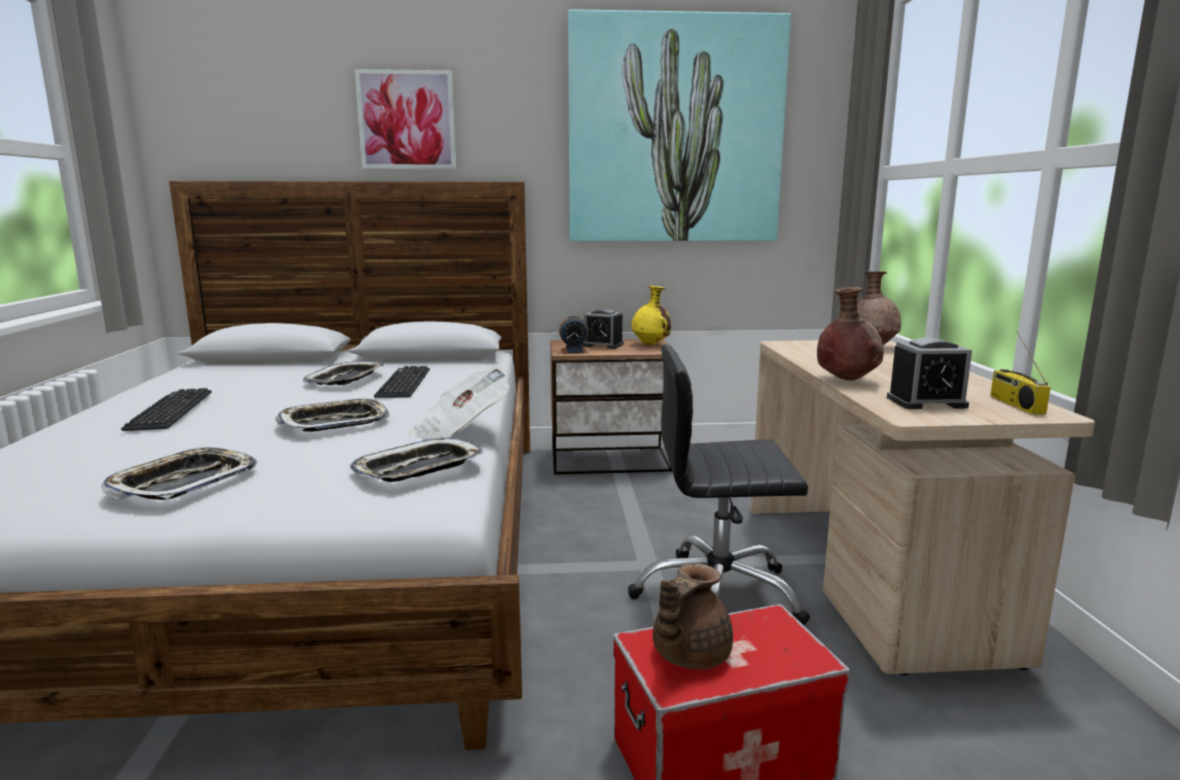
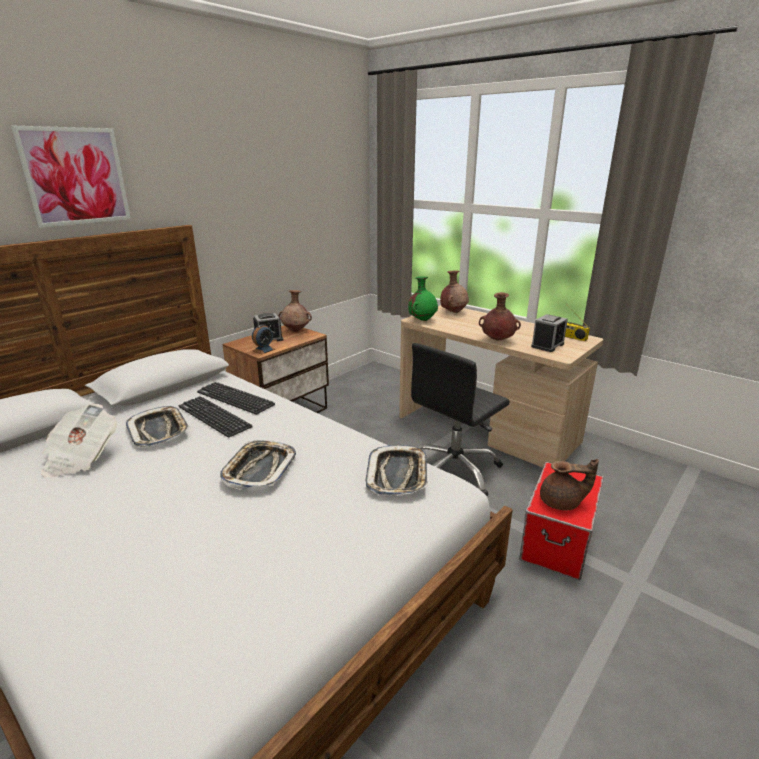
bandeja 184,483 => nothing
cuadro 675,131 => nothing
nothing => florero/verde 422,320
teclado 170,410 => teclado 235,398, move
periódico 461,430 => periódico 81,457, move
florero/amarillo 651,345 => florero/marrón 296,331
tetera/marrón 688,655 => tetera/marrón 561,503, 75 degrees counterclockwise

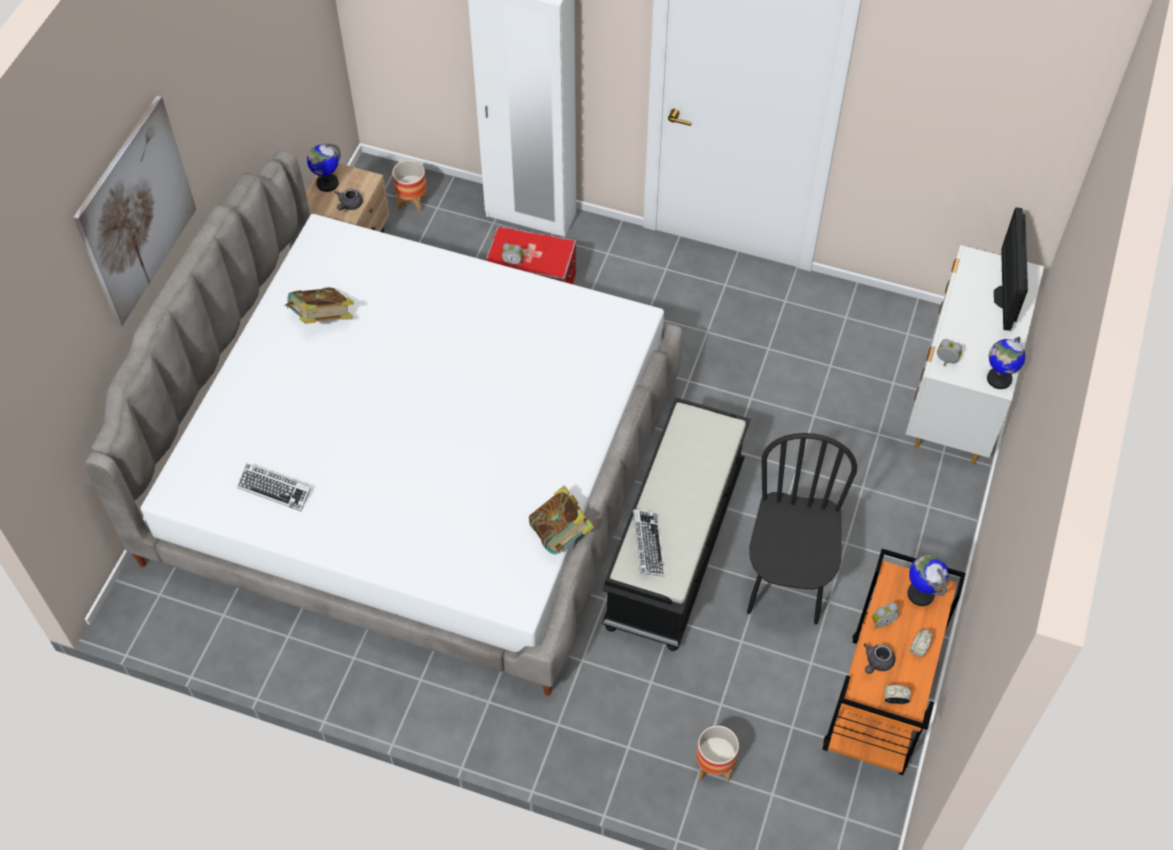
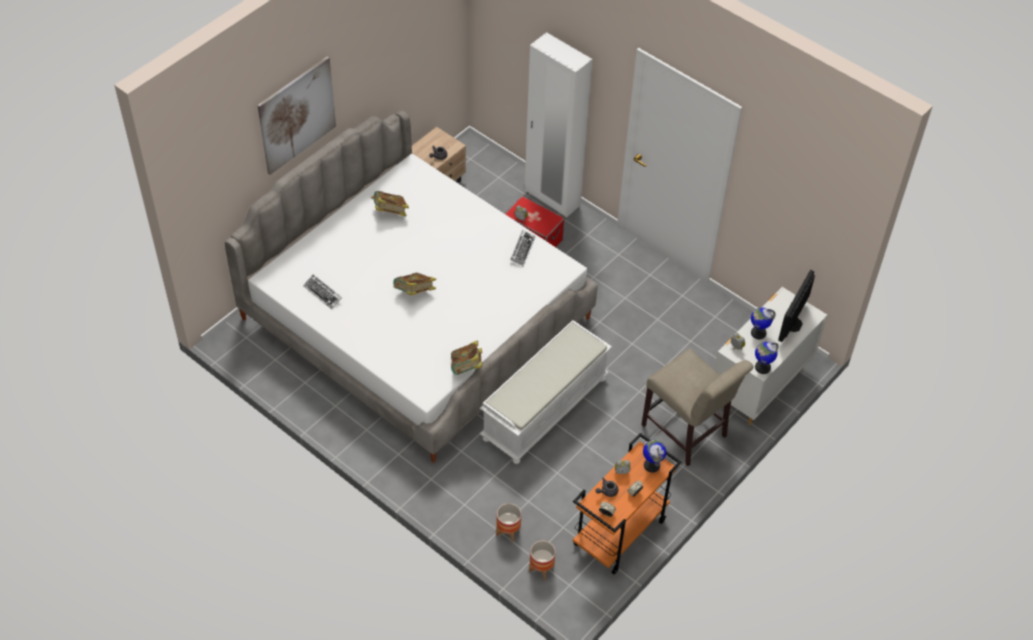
silla/negro 786,585 => nothing
nothing => libro 414,293
nothing => silla/beis 687,434
globo terráqueo 327,183 => globo terráqueo 758,333, move
maceta 412,202 => maceta 541,568, move
teclado 647,545 => teclado 522,250, move
banco/negro 673,544 => banco/blanco 544,408

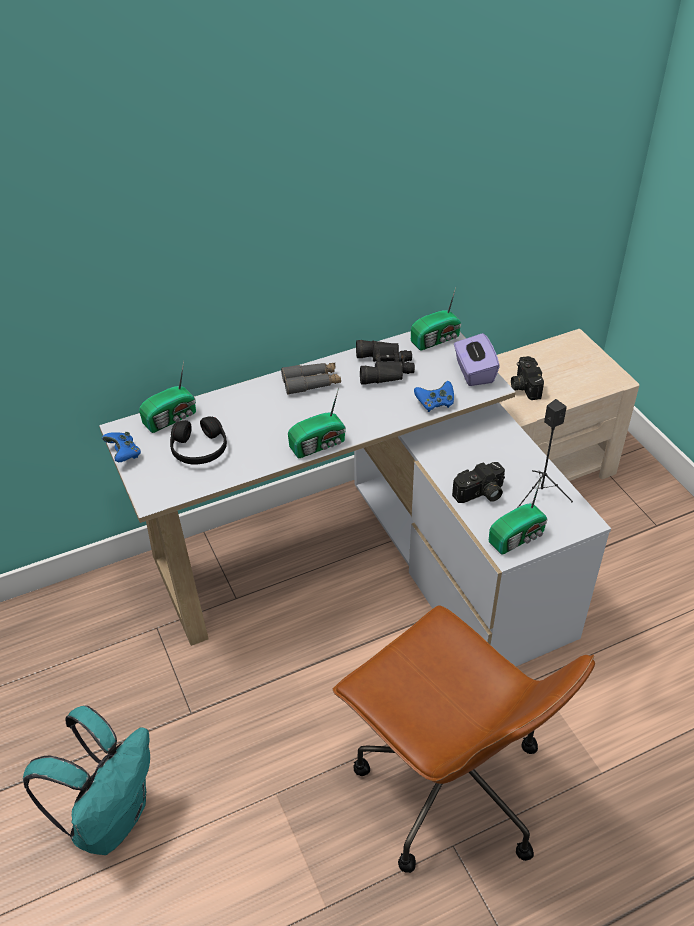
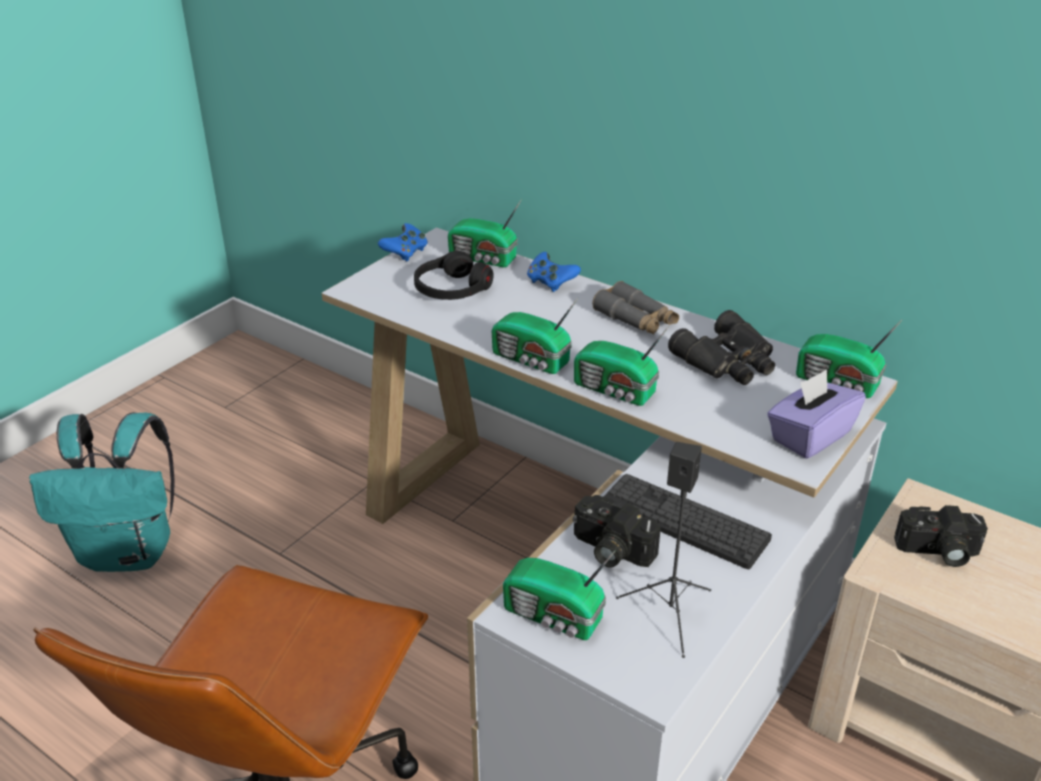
nothing => radio 615,390
nothing => teclado 684,521
mando de consola/azul 435,404 => mando de consola/azul 551,283, move
cámara 523,386 => cámara 938,552, 135 degrees counterclockwise

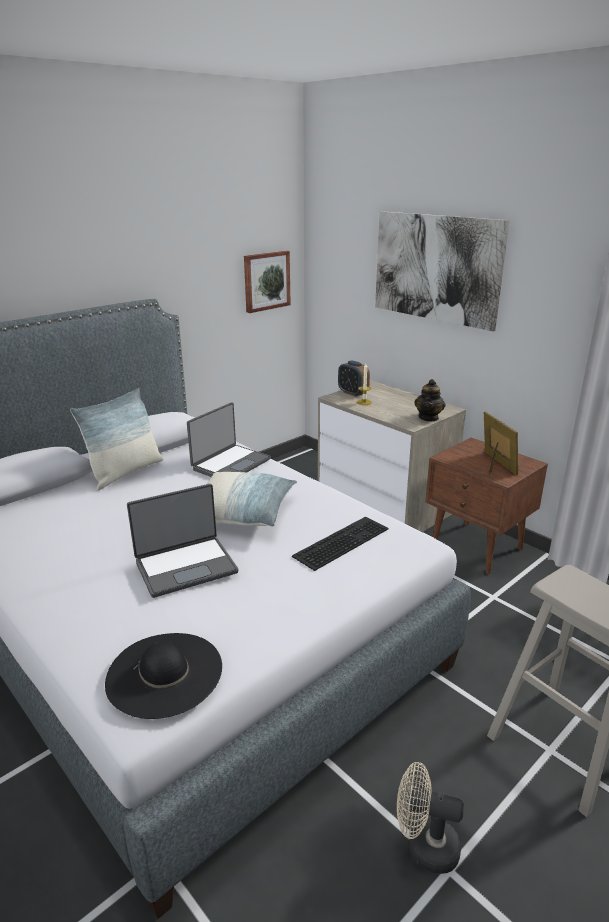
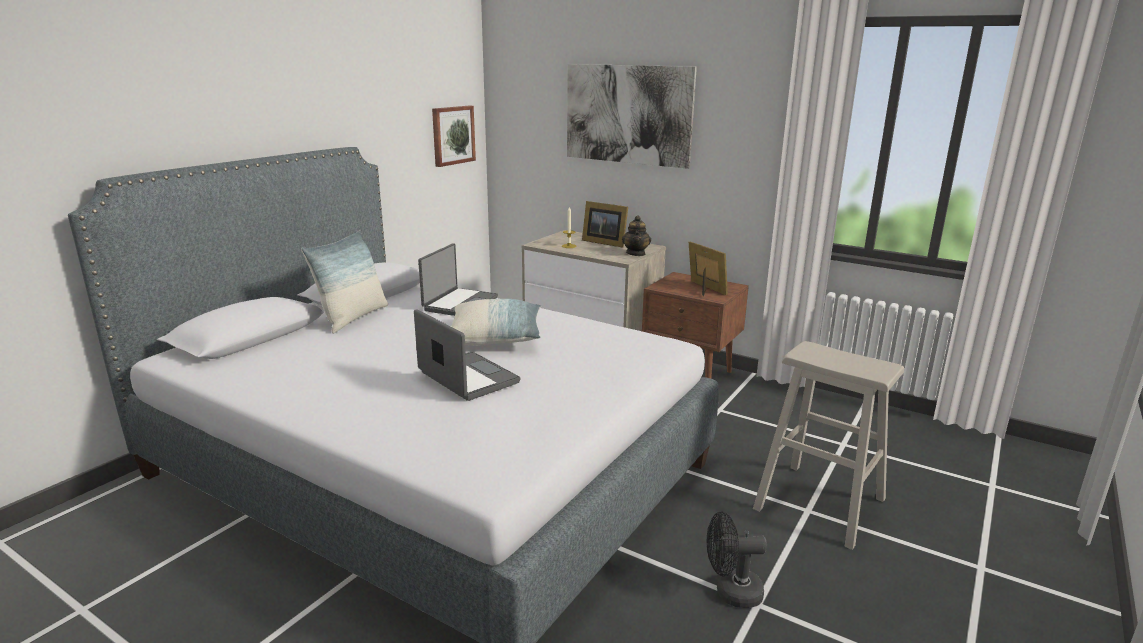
sombrero/negro 165,673 => nothing
teclado 341,541 => nothing
despertador 353,393 => nothing
nothing => portarretratos 604,242
ventilador/beis 424,846 => ventilador/negro 731,592
portátil 186,566 => portátil 466,378, 90 degrees counterclockwise

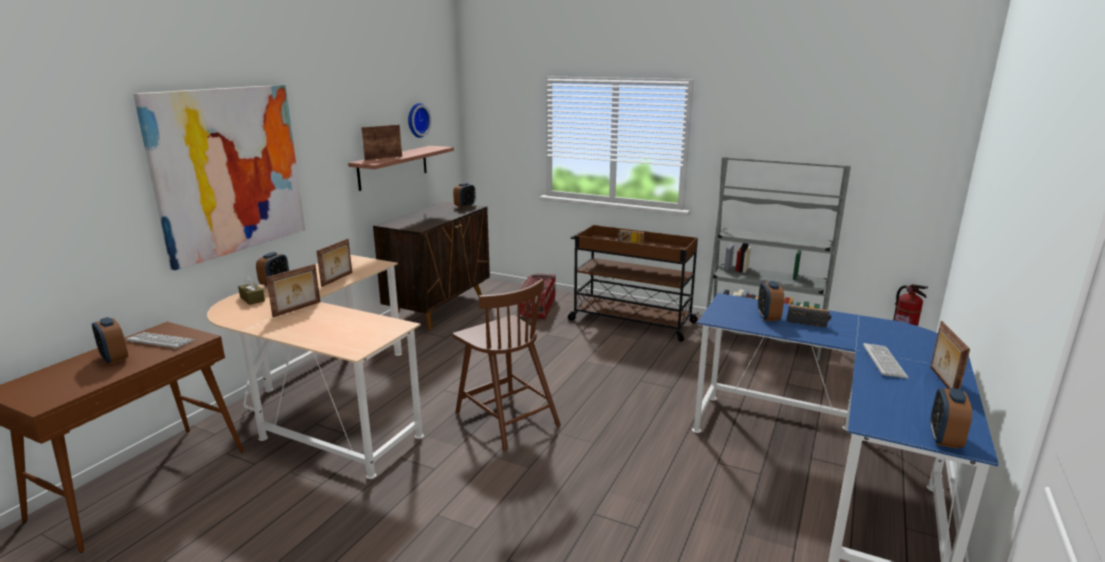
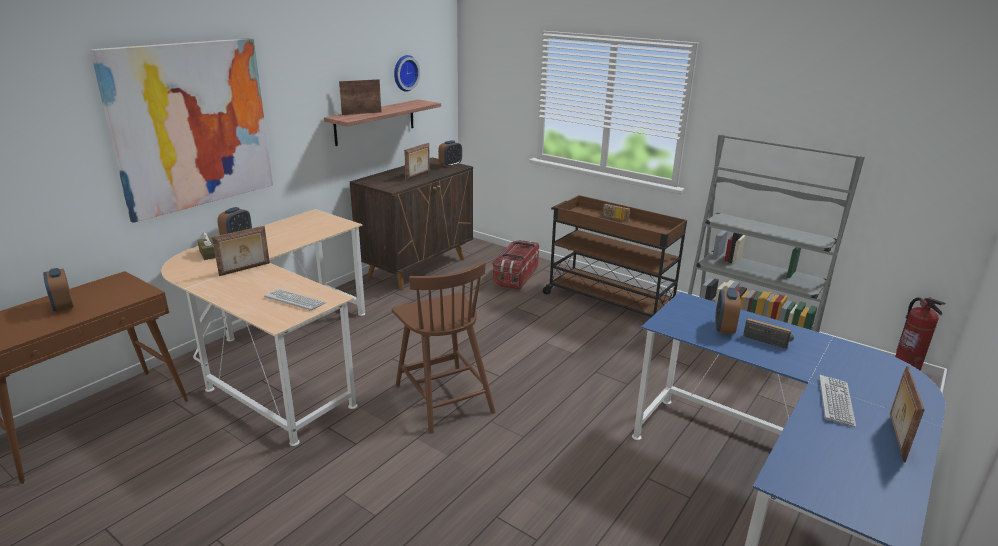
despertador 944,439 => nothing
teclado 161,341 => teclado 295,300, move
portarretratos 337,279 => portarretratos 418,176, move

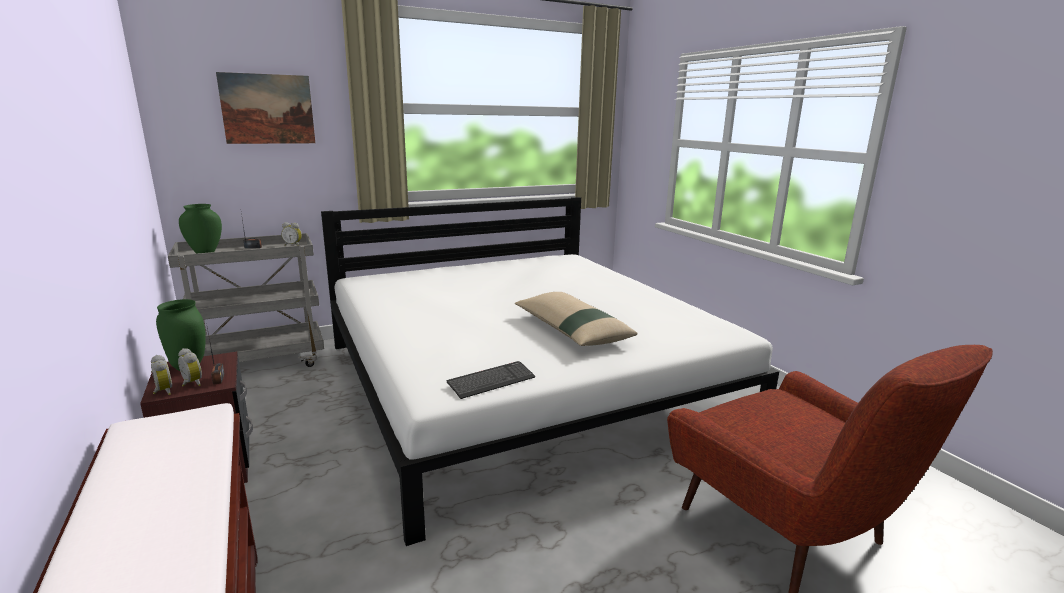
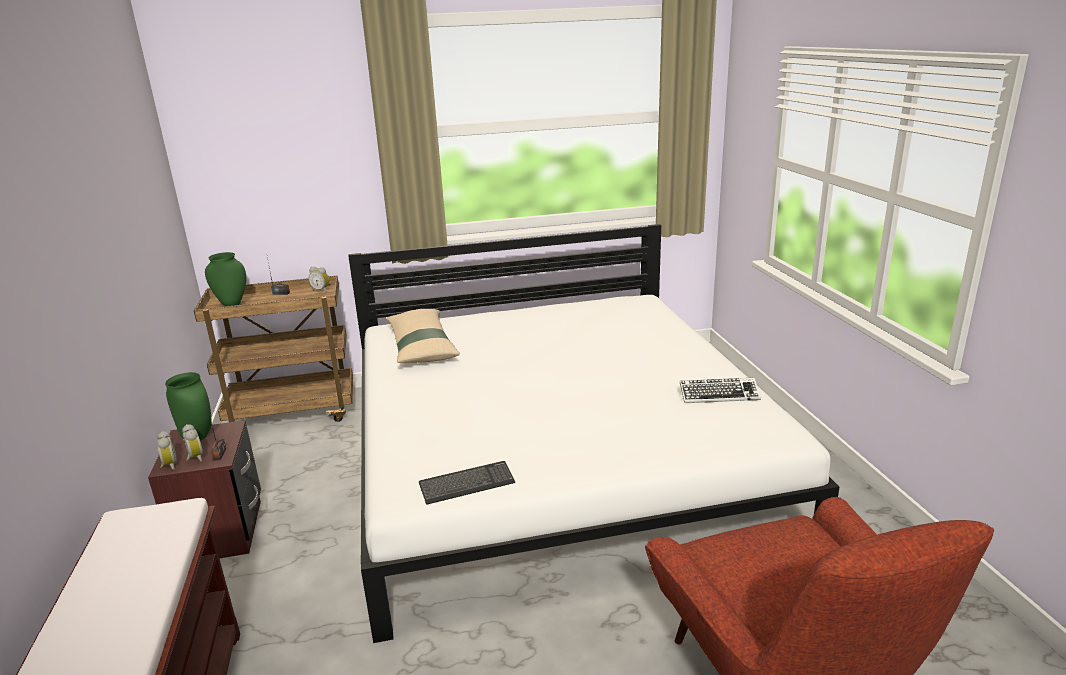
cuadro 268,109 => nothing
nothing => teclado 719,395
cojín/beis 571,330 => cojín/beis 421,346, move
carrito/gris 262,362 => carrito/marrón 294,412

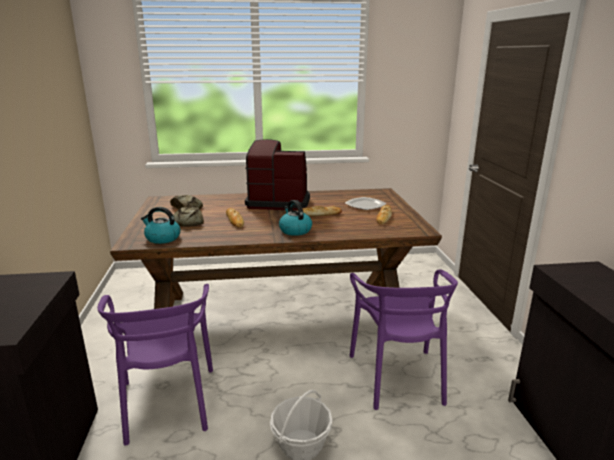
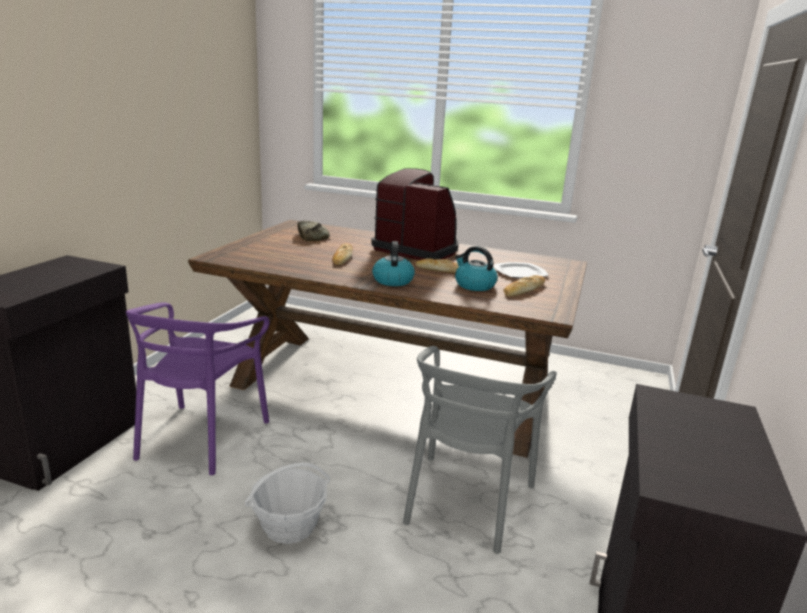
pan 188,222 => nothing
hervidor 162,238 => hervidor 474,285, move
silla/morado 397,377 => silla/gris 466,500

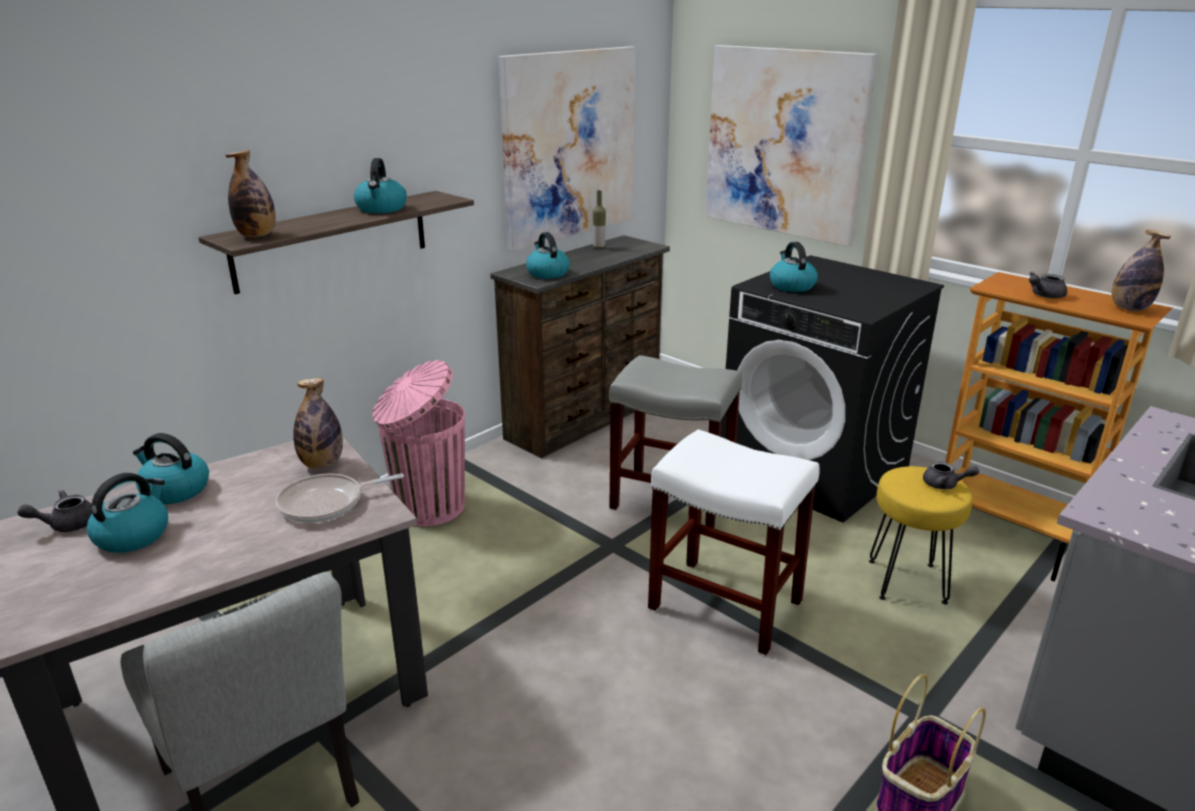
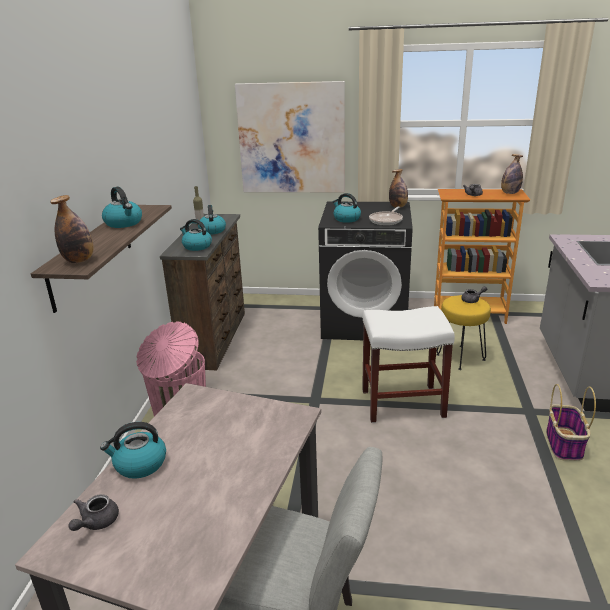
cuadro 570,146 => nothing
taburete/gris 673,500 => nothing
hervidor 133,535 => hervidor 212,230, move
sartén 327,503 => sartén 386,220, move
botella 322,464 => botella 398,207, move

